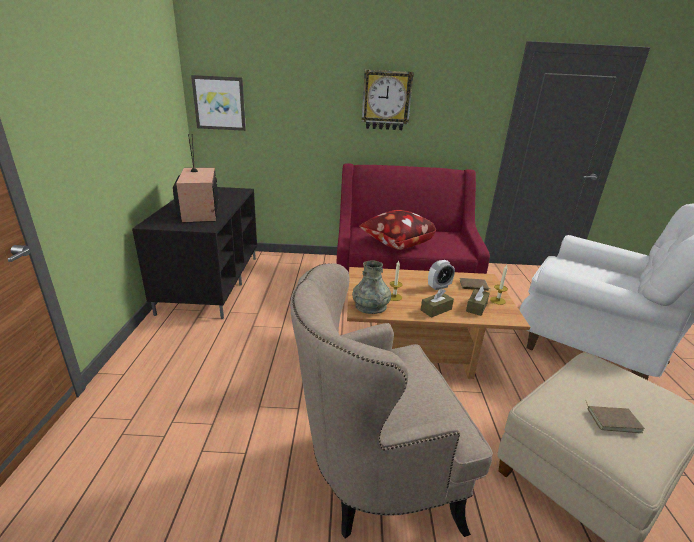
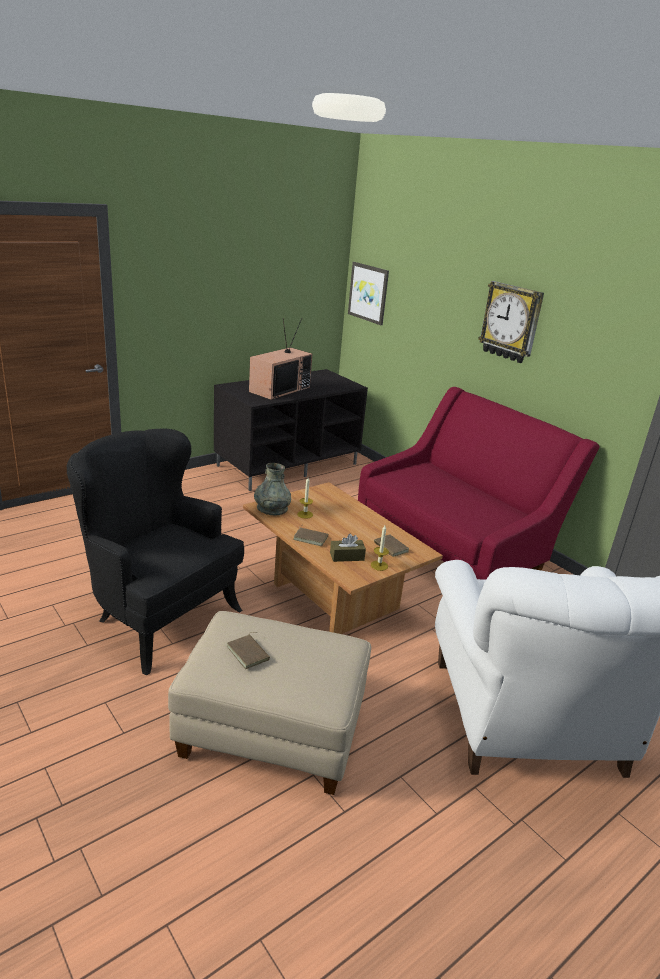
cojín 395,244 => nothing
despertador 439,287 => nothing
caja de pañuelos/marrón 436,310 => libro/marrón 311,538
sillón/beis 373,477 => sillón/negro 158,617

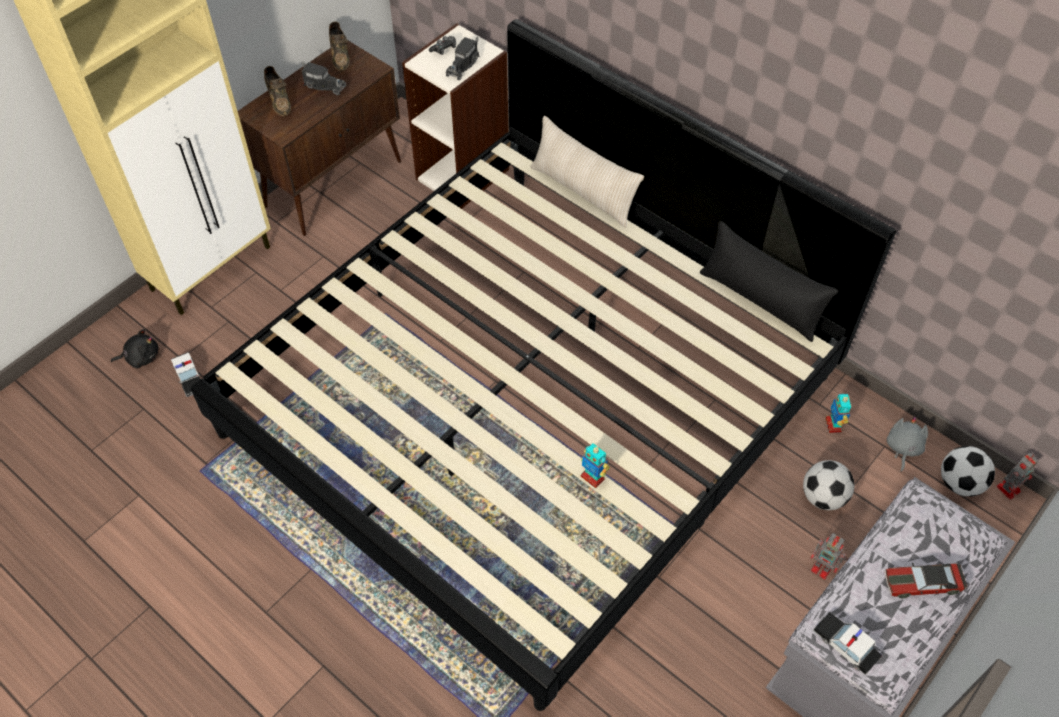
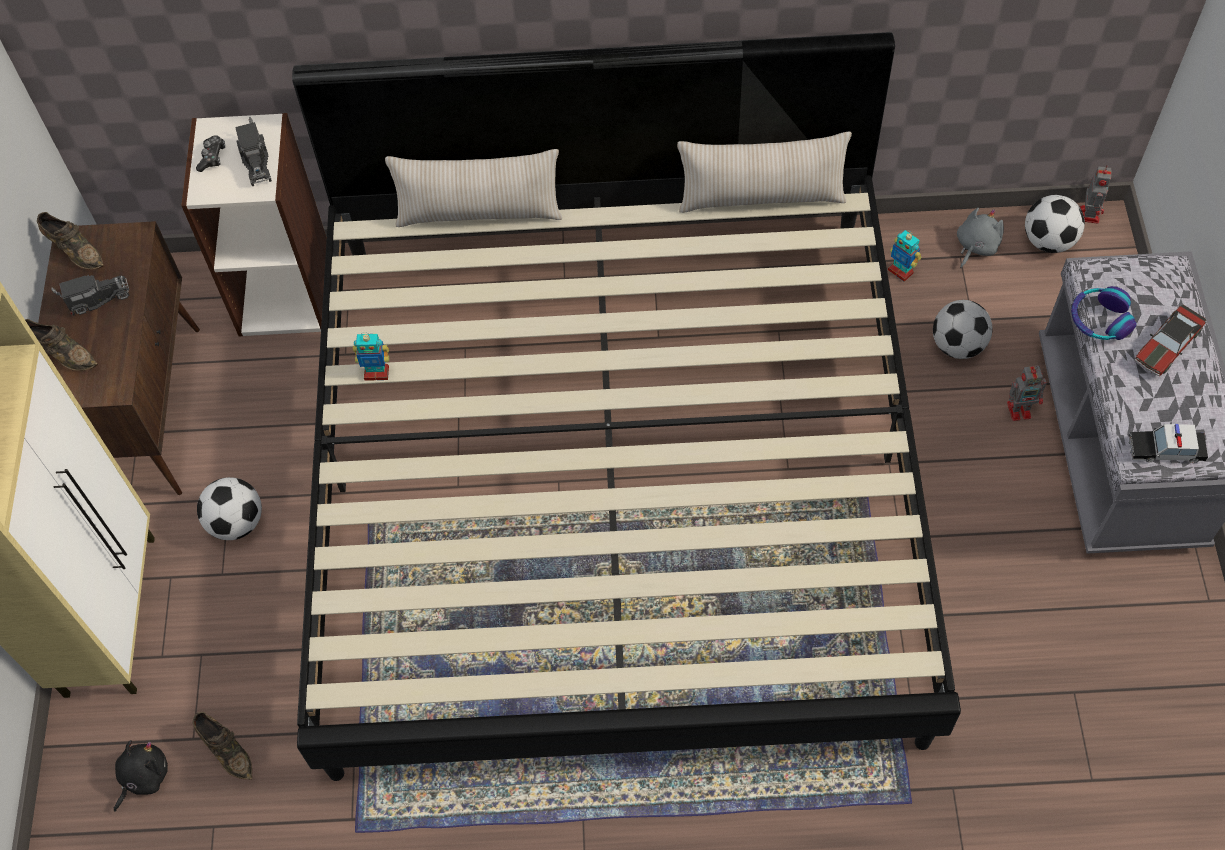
nothing => balón de fútbol 237,522
nothing => auriculares 1099,320
robot de juguete 593,477 => robot de juguete 376,373, move
coche de juguete 189,377 => zapato/marrón 226,750
cojín/negro 760,301 => cojín/beis 761,197
peluche/gris 902,448 => peluche/gris 975,246, 60 degrees clockwise

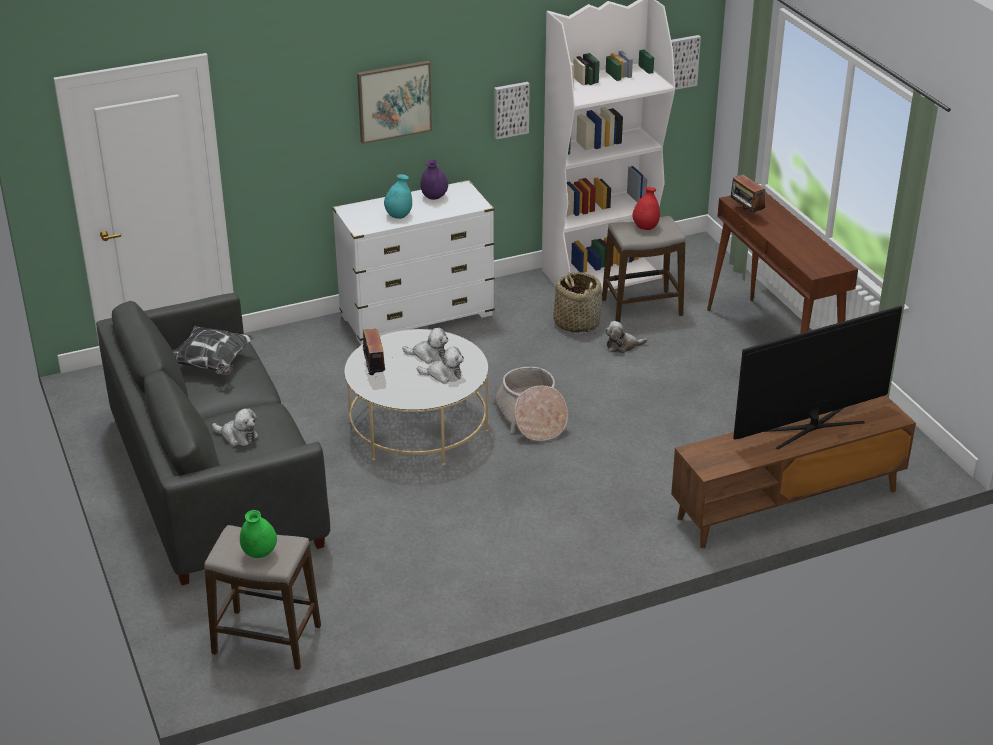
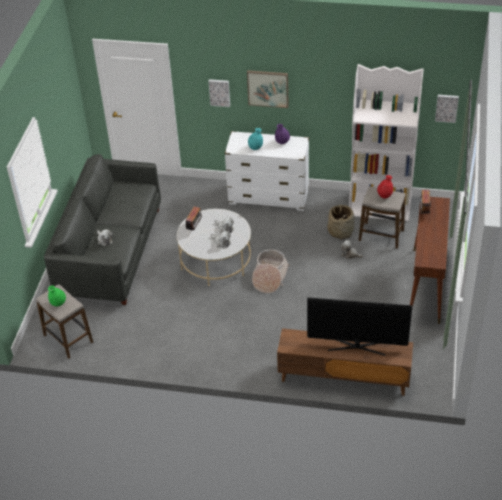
cojín 212,364 => nothing
cuadro 510,109 => cuadro 219,92, move

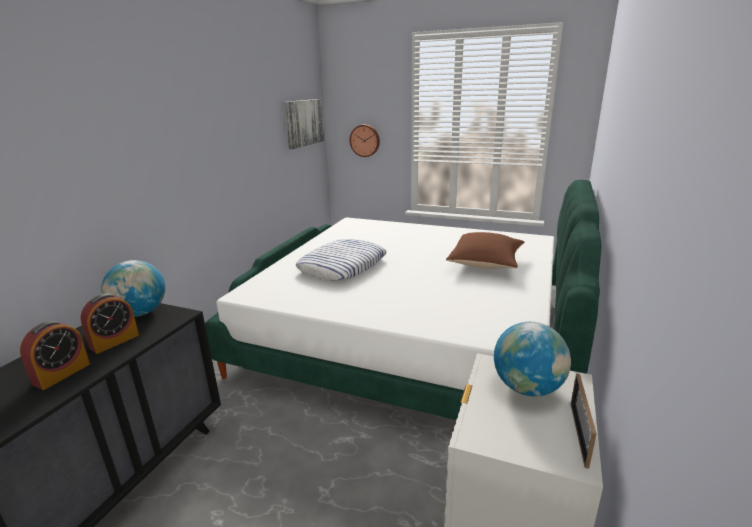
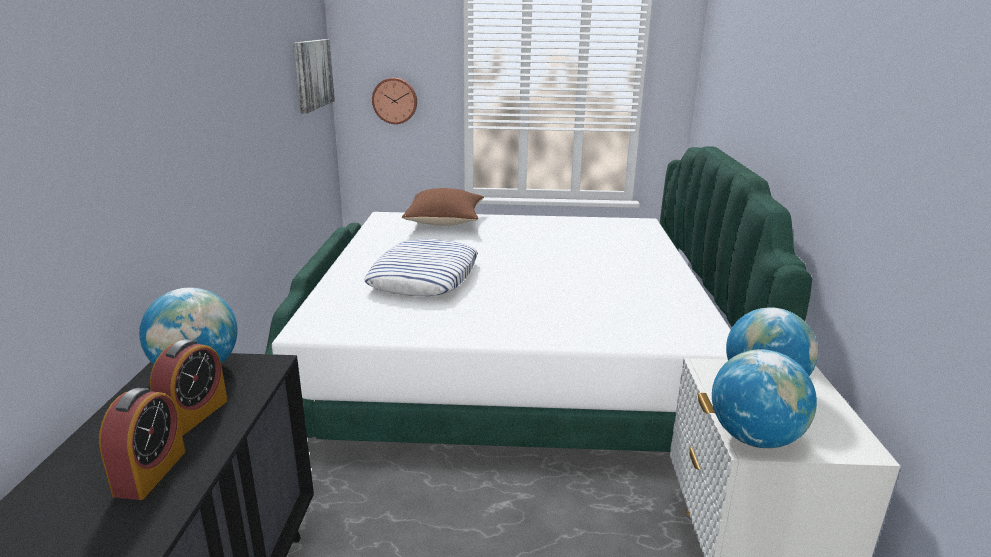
portarretratos 579,433 => nothing
nothing => globo terráqueo 754,438
cojín/marrón 485,264 => cojín/marrón 445,223, move

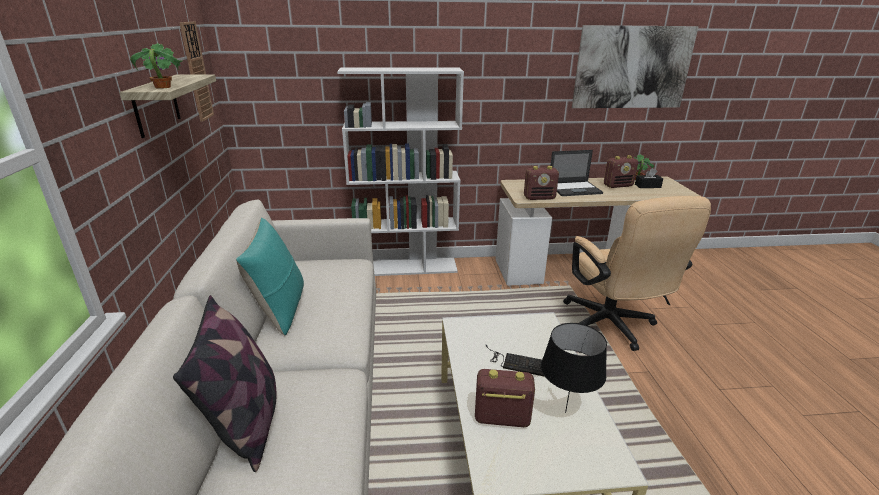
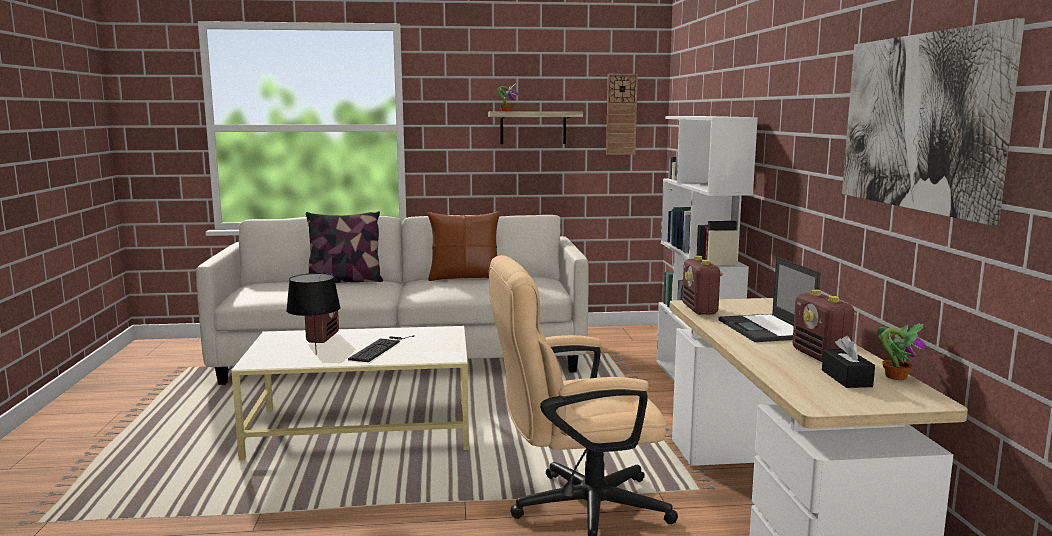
cojín/turquesa 280,309 => cojín/marrón 465,278

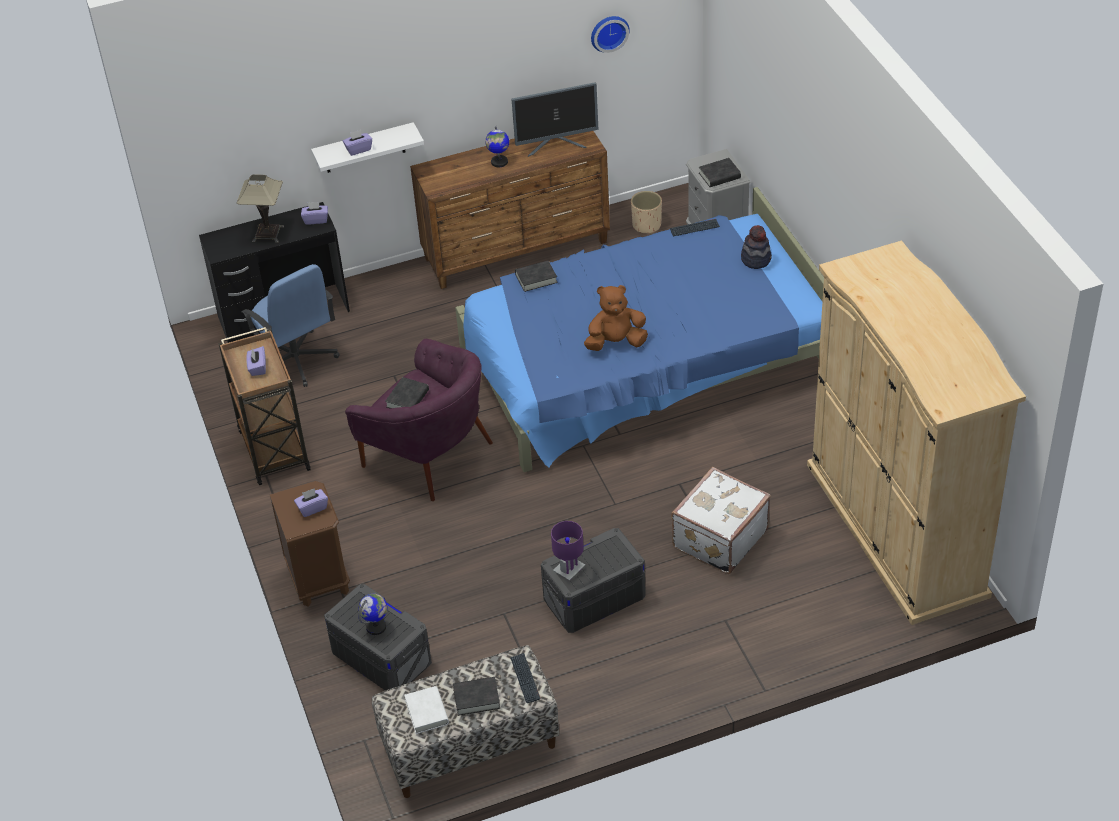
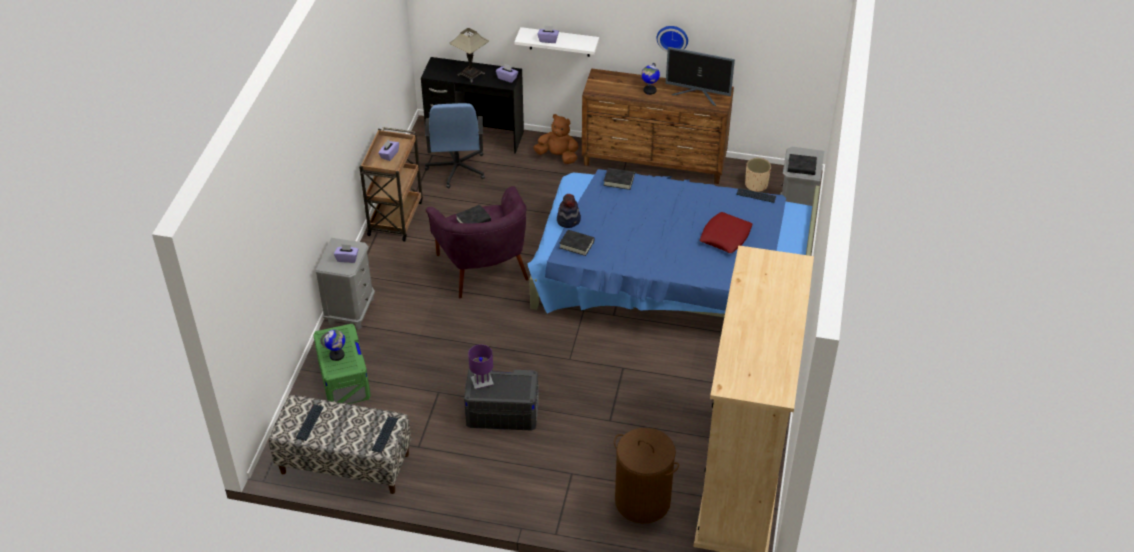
maleta/blanco 718,538 => nothing
nothing => cesto de la ropa/marrón 643,501
nothing => cojín/rojo 725,236
libro/negro 476,698 => libro/negro 576,244, move
peluche/marrón 616,343 => peluche/marrón 558,156, move
reloj de pared 608,32 => reloj de pared 672,37, move
sombrero 756,259 => sombrero 569,220, move
libro/blanco 427,712 => teclado 310,423
mesita de noche/marrón 318,578 => mesita de noche/gris 350,311
caja de almacenaje/gris 381,656 => caja de almacenaje/verde 344,378

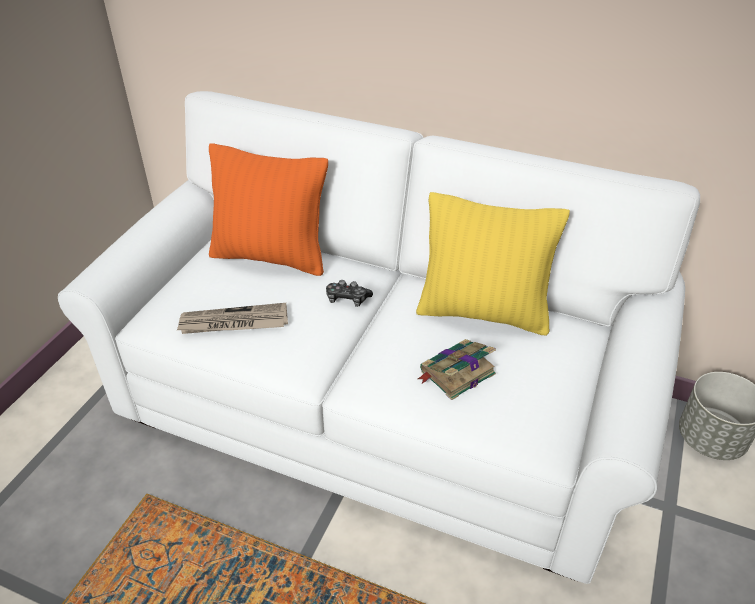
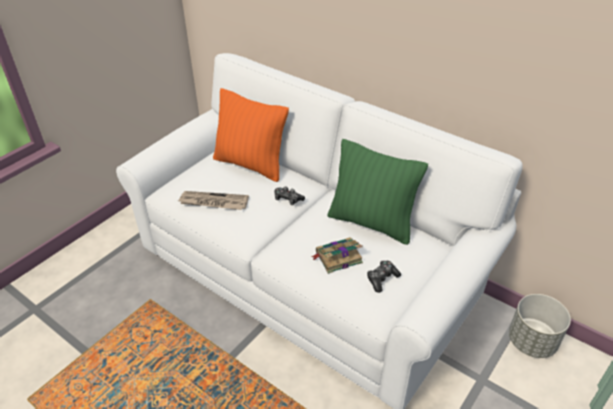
nothing => mando de consola 382,279
cojín/amarillo 483,313 => cojín/verde 371,223

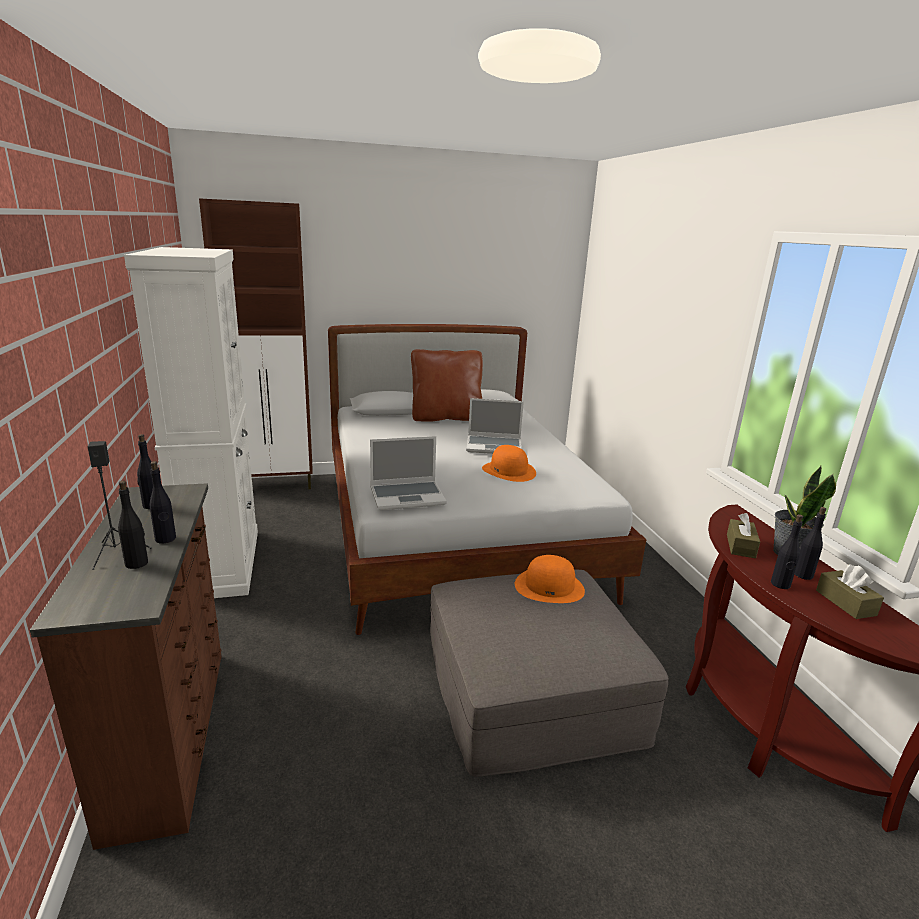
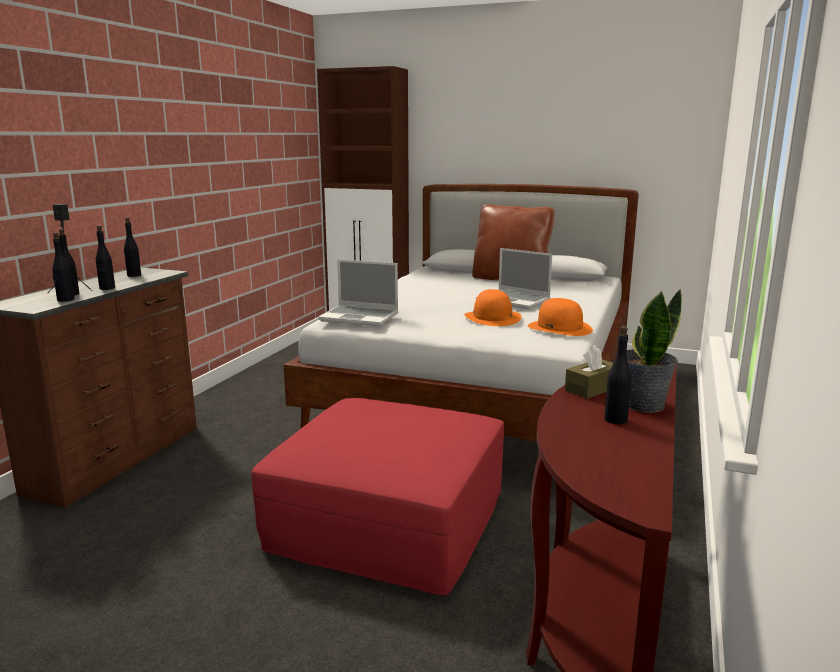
armario/blanco 222,563 => nothing
caja de pañuelos/marrón 845,603 => nothing
sombrero/naranja 549,586 => sombrero/naranja 560,328, move
botella/negro 780,584 => botella/negro 65,300, move
puf/gris 530,691 => puf/rojo 389,520

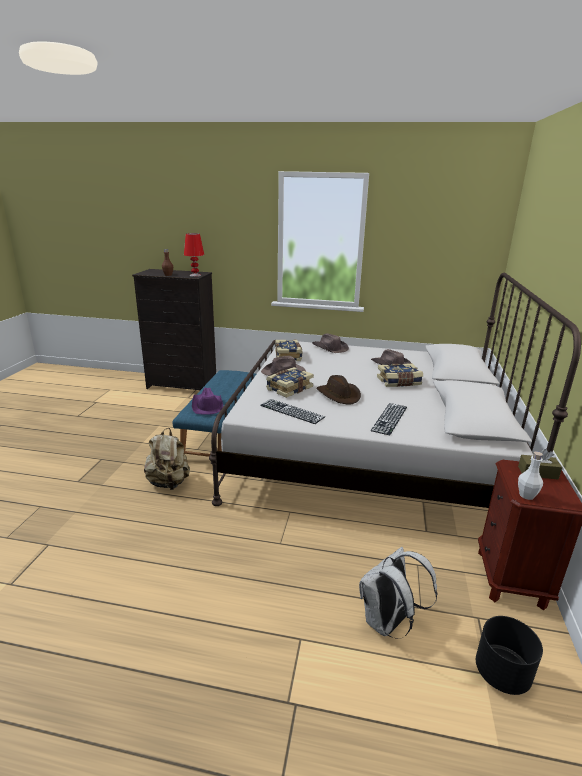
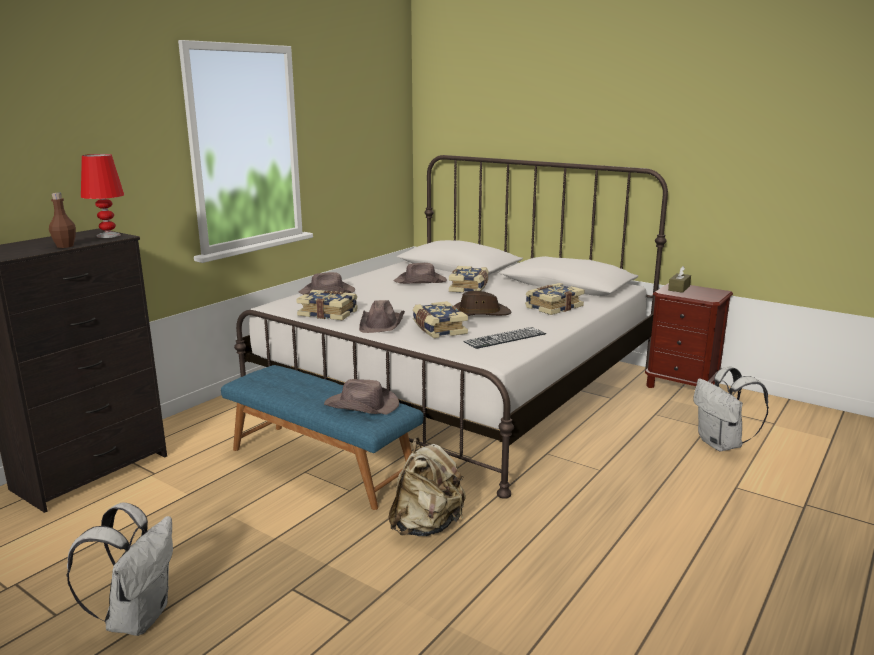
maceta/negro 501,673 => nothing
botella/blanco 526,495 => nothing
nothing => mochila/blanco 137,617
teclado 389,418 => libro 553,307
sombrero/morado 207,405 => sombrero/marrón 362,406

